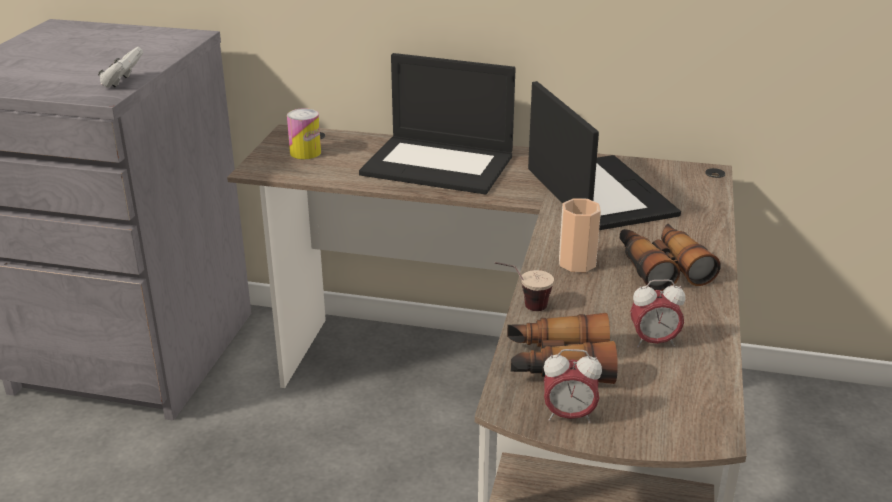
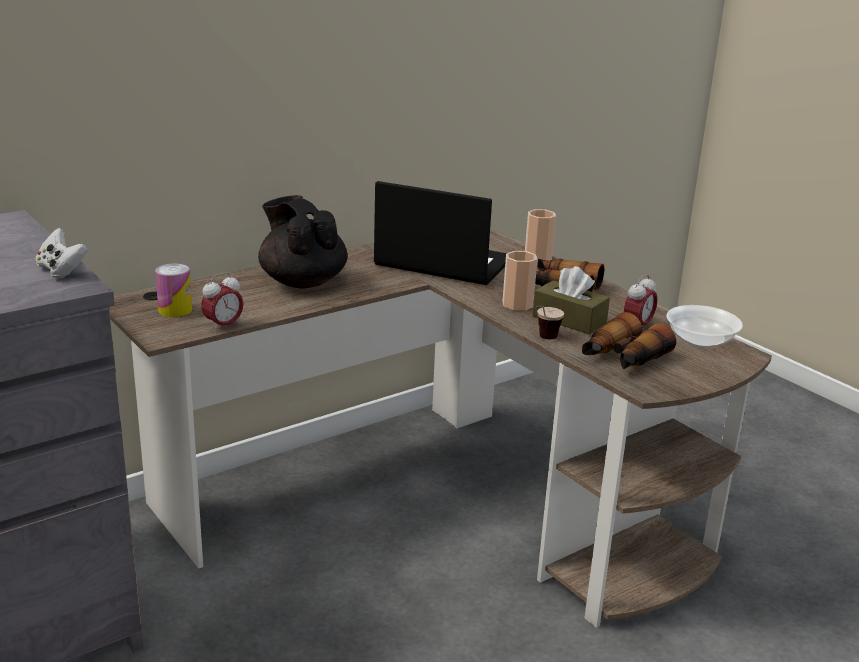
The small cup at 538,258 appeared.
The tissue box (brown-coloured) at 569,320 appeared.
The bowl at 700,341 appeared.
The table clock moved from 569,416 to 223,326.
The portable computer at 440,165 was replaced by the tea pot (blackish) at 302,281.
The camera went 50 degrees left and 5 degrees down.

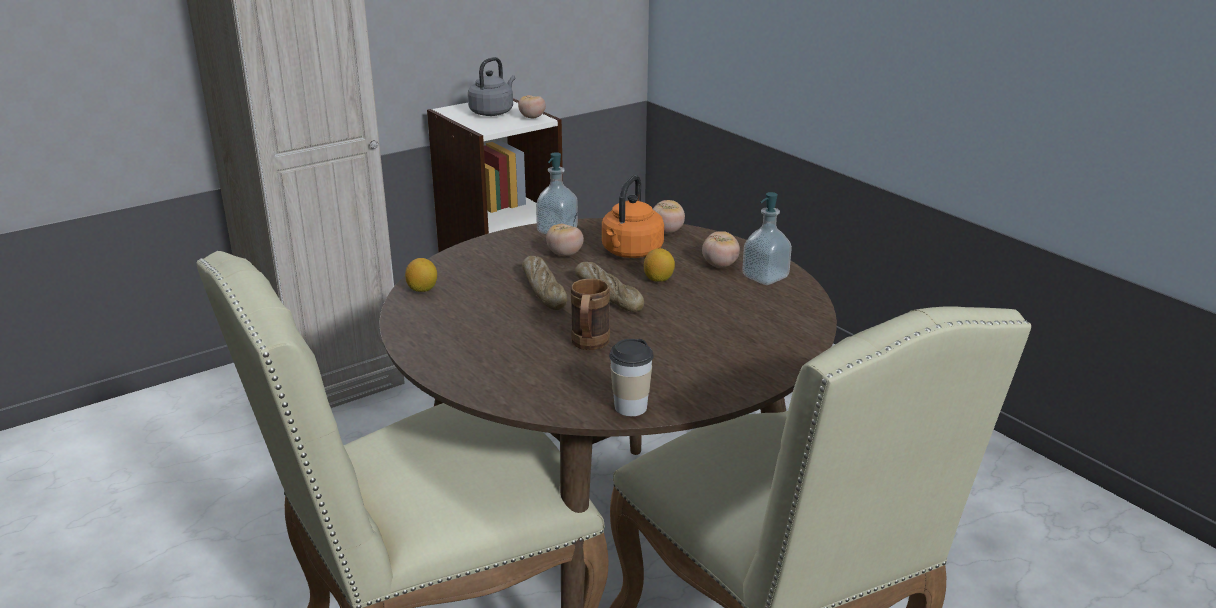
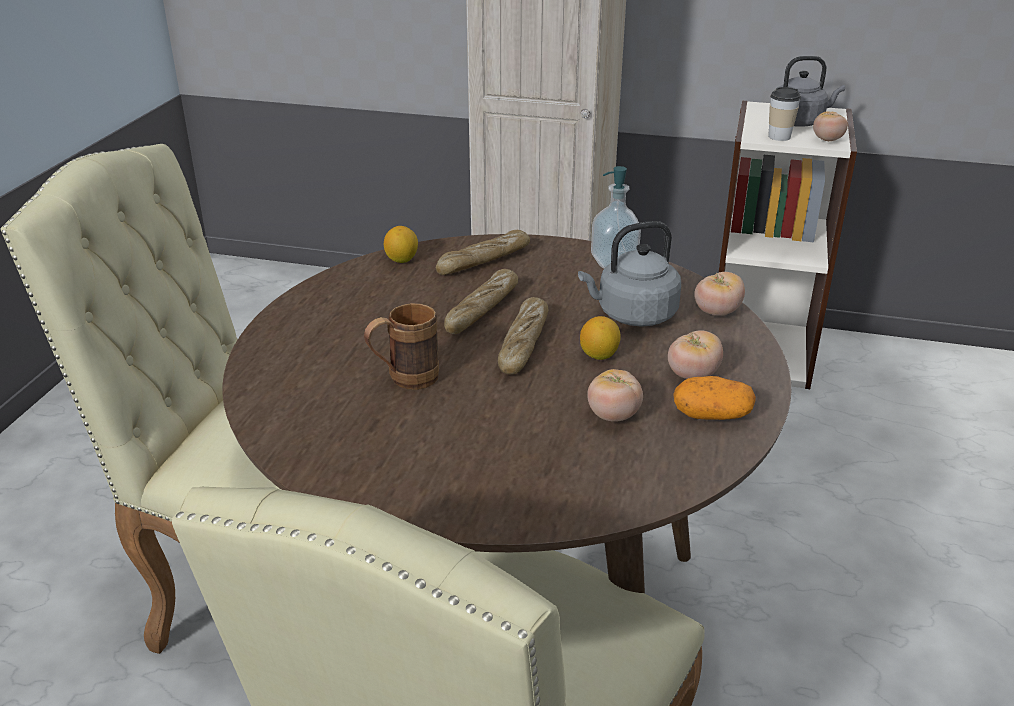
The bread at 484,261 appeared.
The fresh tomato moved from 565,254 to 613,415.
The small cup moved from 630,407 to 779,137.
The liquid soap bottle at 765,277 was replaced by the whole potato at 711,415.
The tea kettle (orange) at 630,252 became the tea kettle (gray) at 632,315.
The camera went 50 degrees right and 5 degrees up.

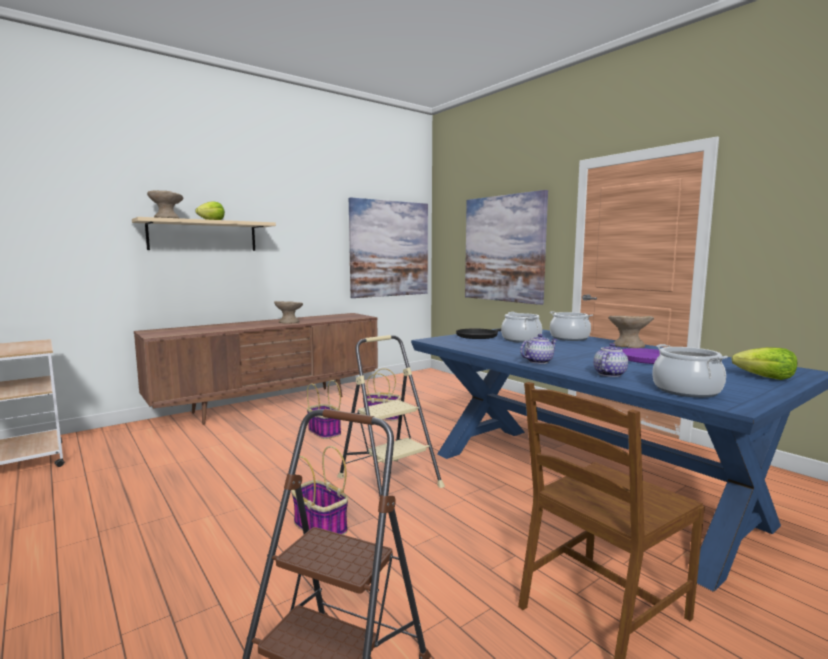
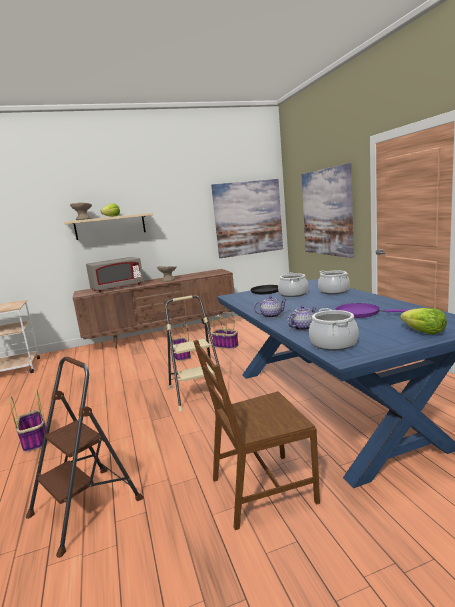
The bowl (beige-coloured) at 628,345 disappeared.
The microwave (gray) at 117,287 appeared.
The household basket moved from 319,526 to 34,440.
The camera went 20 degrees right and 5 degrees up.

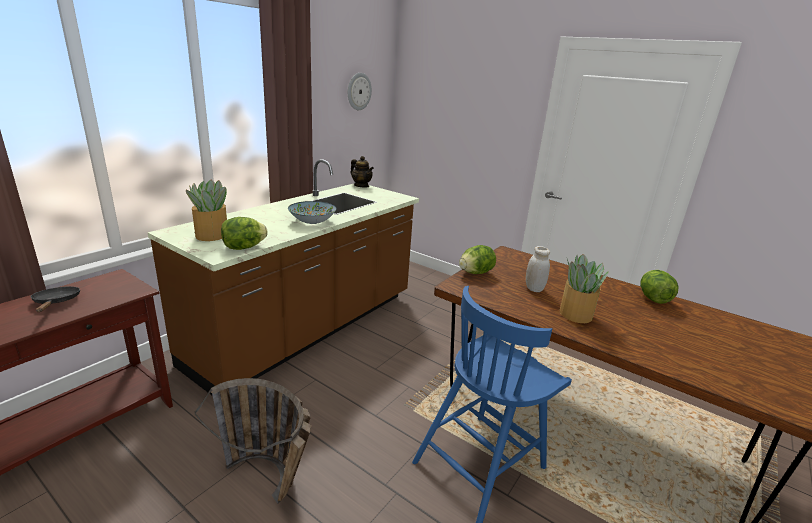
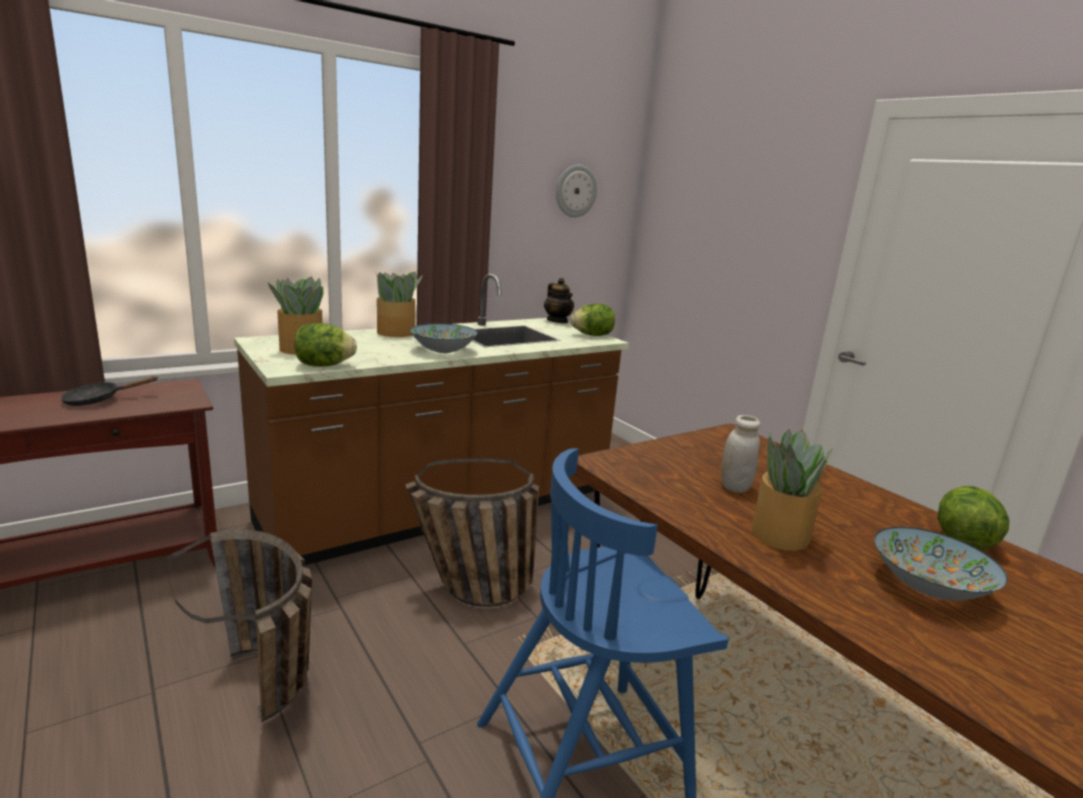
The plant in a pot at 397,333 appeared.
The household basket at 469,591 appeared.
The bowl at 927,586 appeared.
The lettuce head moved from 475,273 to 592,335.
The skillet (blackish) at 56,302 turned 120 degrees counterclockwise.
The camera went 20 degrees right and 5 degrees down.

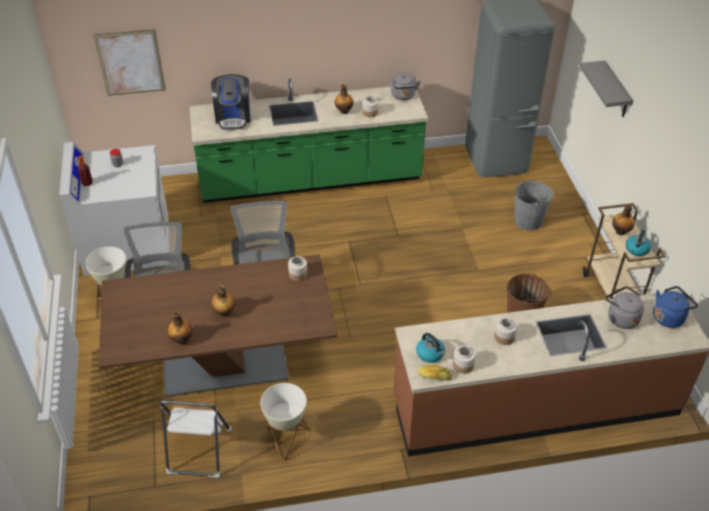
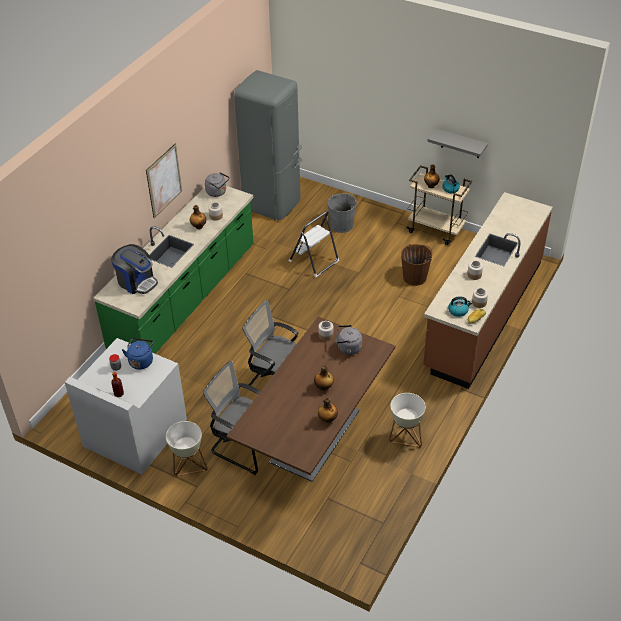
The wall art moved from 130,63 to 164,180.
The step stool (whitish) moved from 198,452 to 315,261.
The wall shelf (gray) moved from 616,91 to 460,144.
The tea kettle (gray) moved from 620,318 to 347,348.
The tea kettle (blue) moved from 669,317 to 141,361.
The camera went 50 degrees left and 0 degrees up.

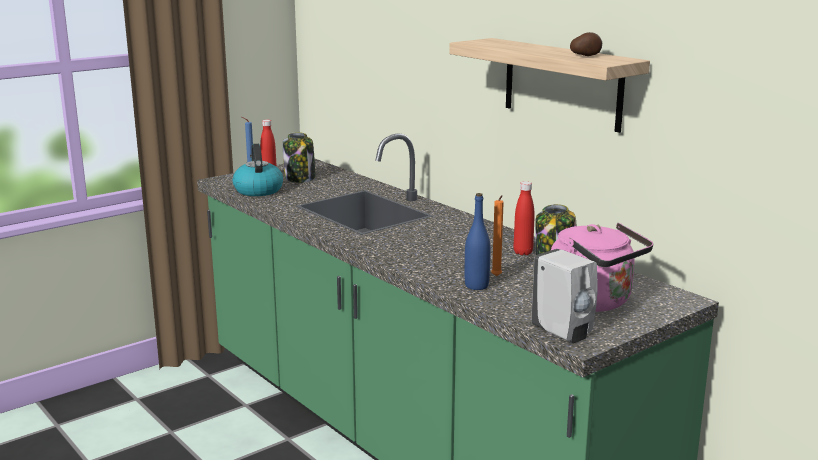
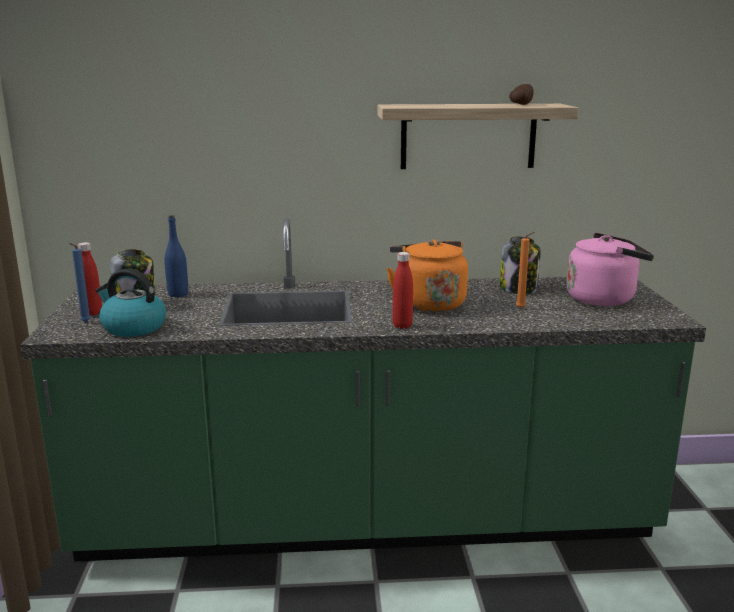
The liquid soap bottle (whitish) at 563,333 disappeared.
The tea kettle (orange) at 428,303 appeared.
The drink bottle (blue) moved from 476,286 to 178,294.
The drink bottle (red-coloured) moved from 523,252 to 402,326.
The camera went 55 degrees left and 0 degrees up.

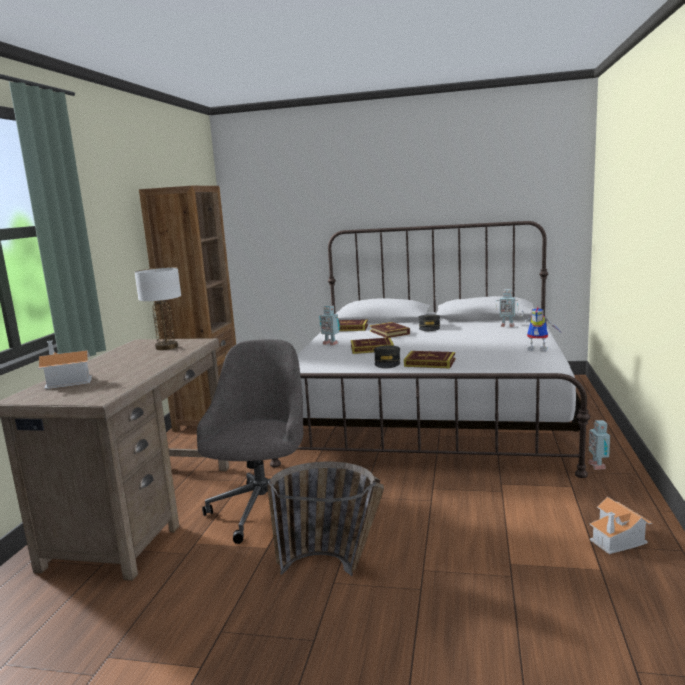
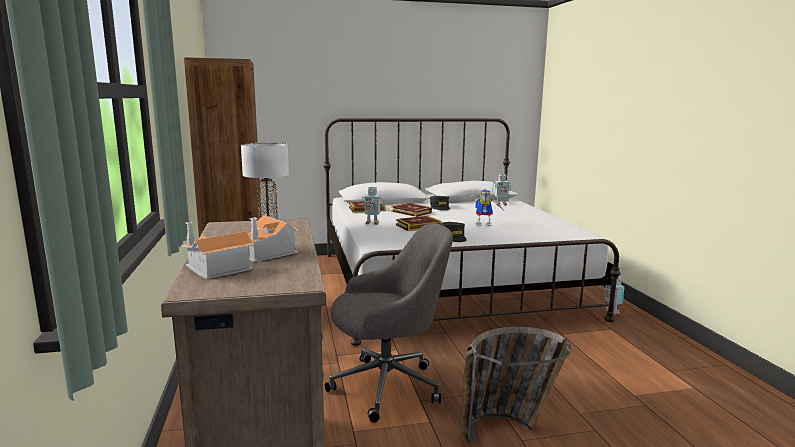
The bound book at 430,363 disappeared.
The robot figure moved from 539,349 to 484,224.
The model house moved from 617,539 to 269,253.
The office chair (gray) at 263,509 turned 90 degrees clockwise.
The camera went 25 degrees left and 0 degrees up.

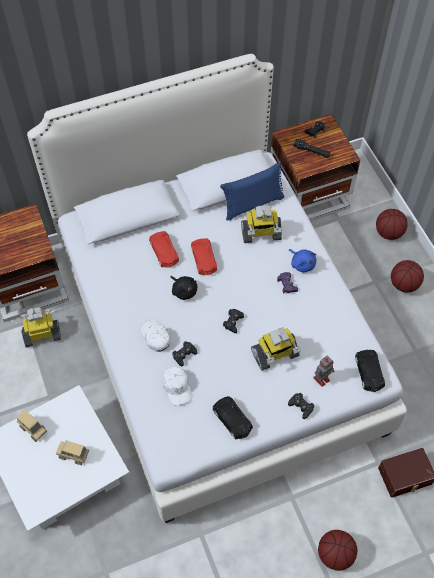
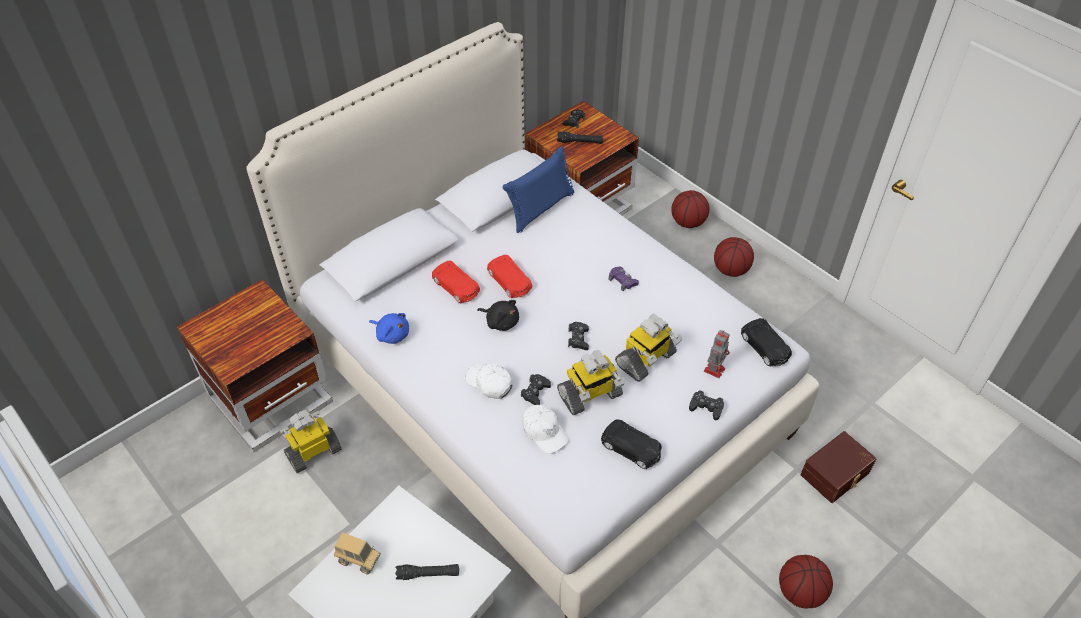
The robot figure moved from 260,234 to 590,395.
The cuddly toy (blue) moved from 302,264 to 392,334.
The model truck at 73,455 was replaced by the torch (blackish) at 428,574.
The camera went 20 degrees left and 10 degrees down.

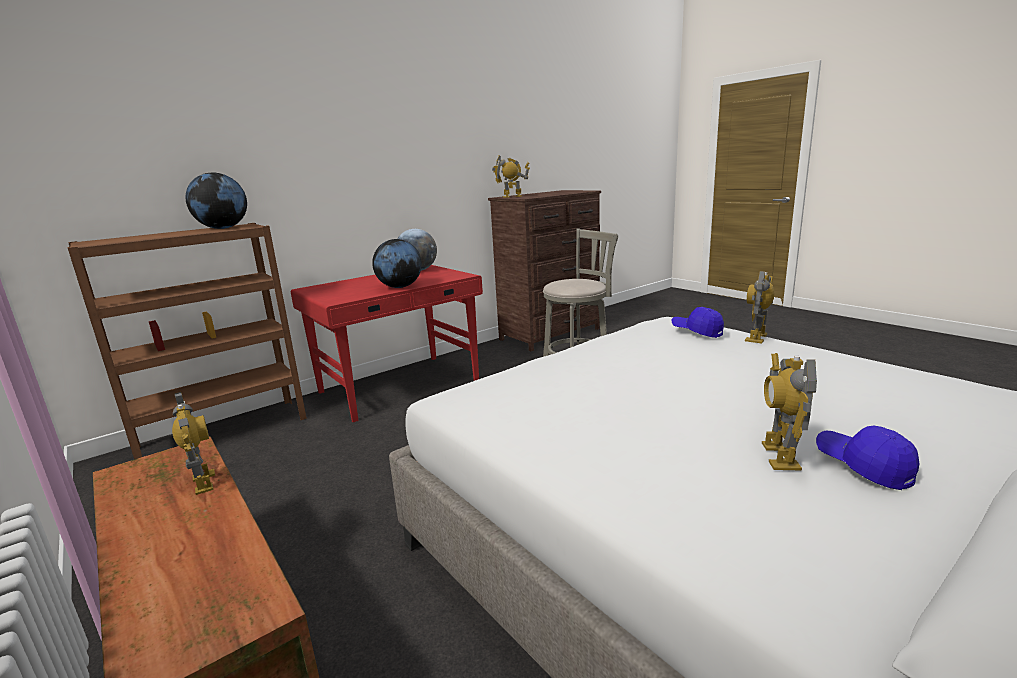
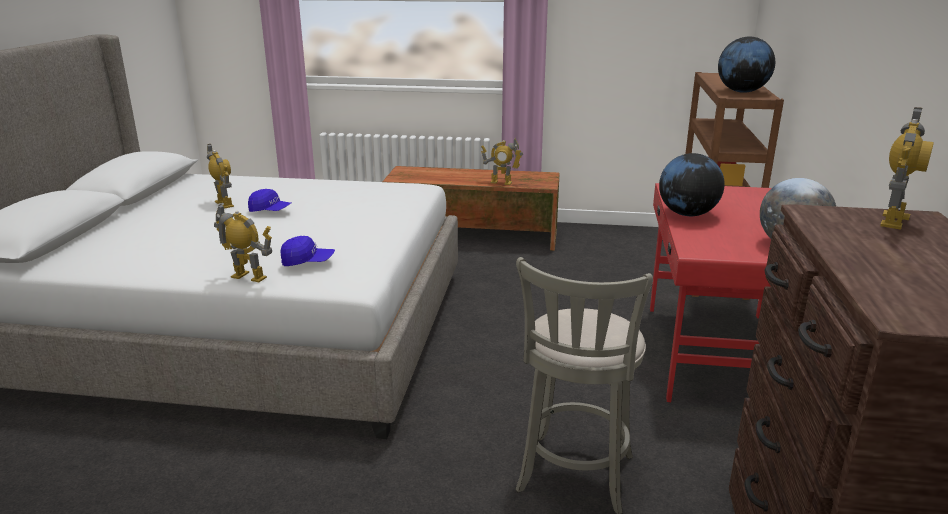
The baseball cap (blue) moved from 863,467 to 270,211.
The robot figure at 757,337 turned 60 degrees counterclockwise.
The camera went 135 degrees right and 5 degrees up.

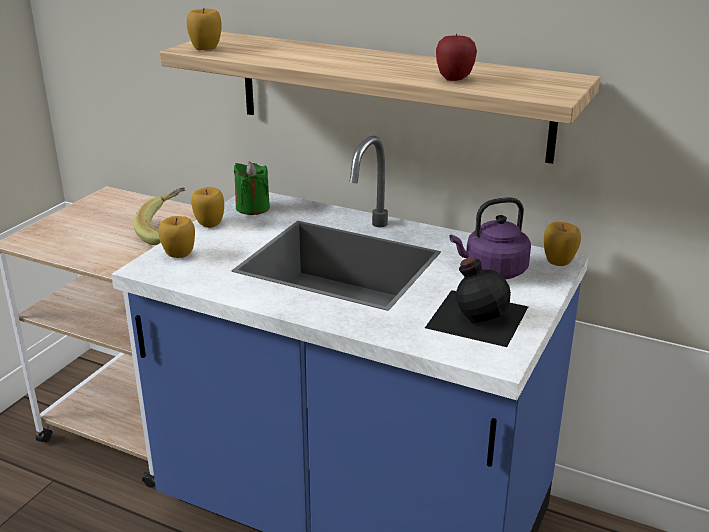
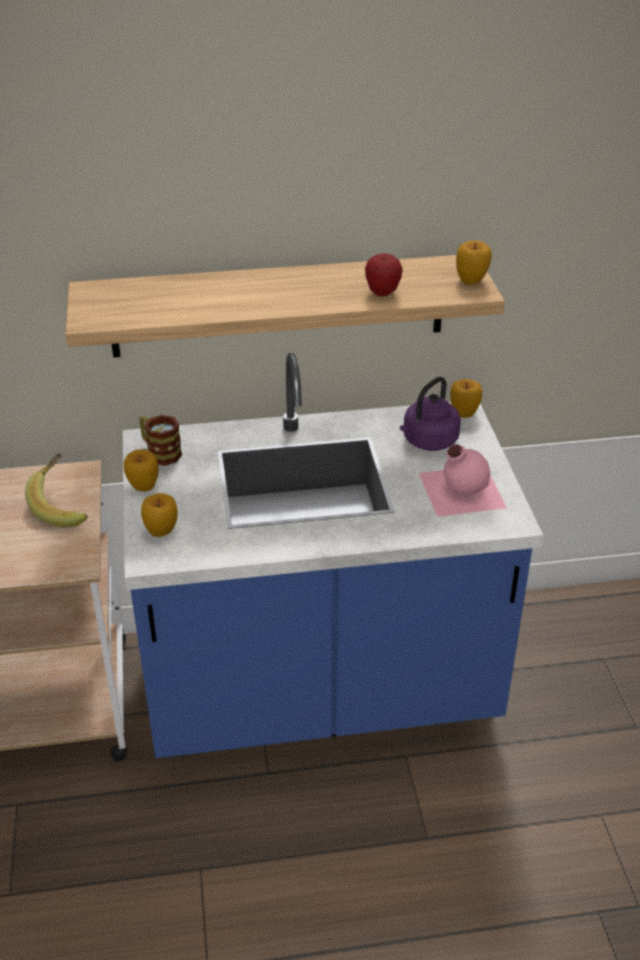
The apple moved from 206,49 to 471,281.
The wax candle (greenish) at 252,208 was replaced by the coffee mug at 159,452.
The drink bottle (blackish) at 476,316 became the drink bottle (pinkish) at 460,489.
The camera went 35 degrees left and 10 degrees up.

